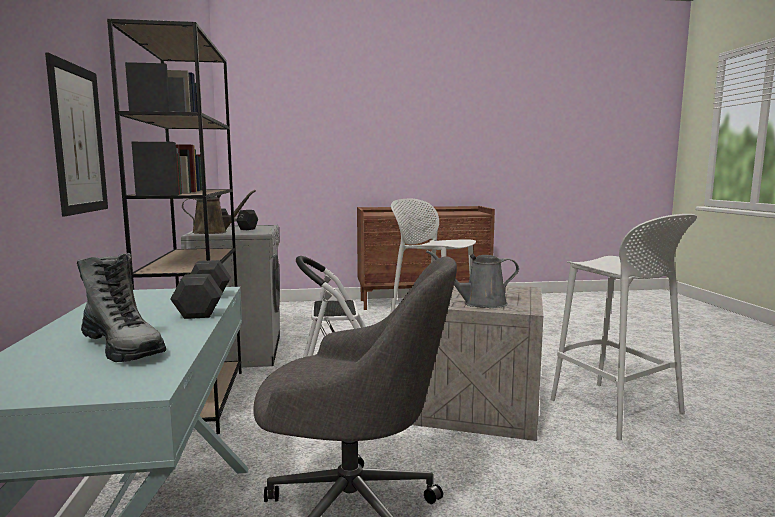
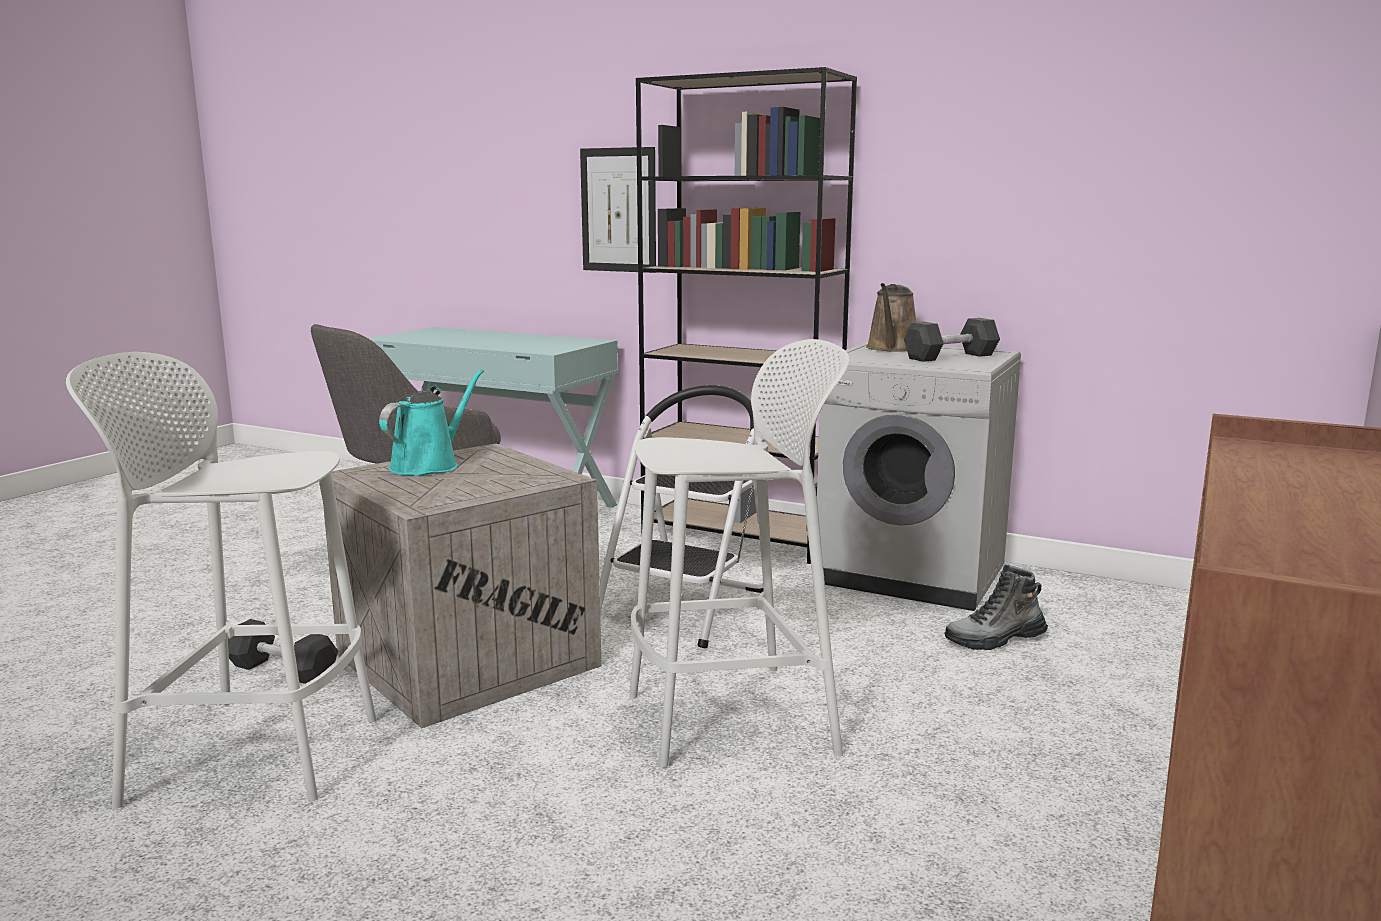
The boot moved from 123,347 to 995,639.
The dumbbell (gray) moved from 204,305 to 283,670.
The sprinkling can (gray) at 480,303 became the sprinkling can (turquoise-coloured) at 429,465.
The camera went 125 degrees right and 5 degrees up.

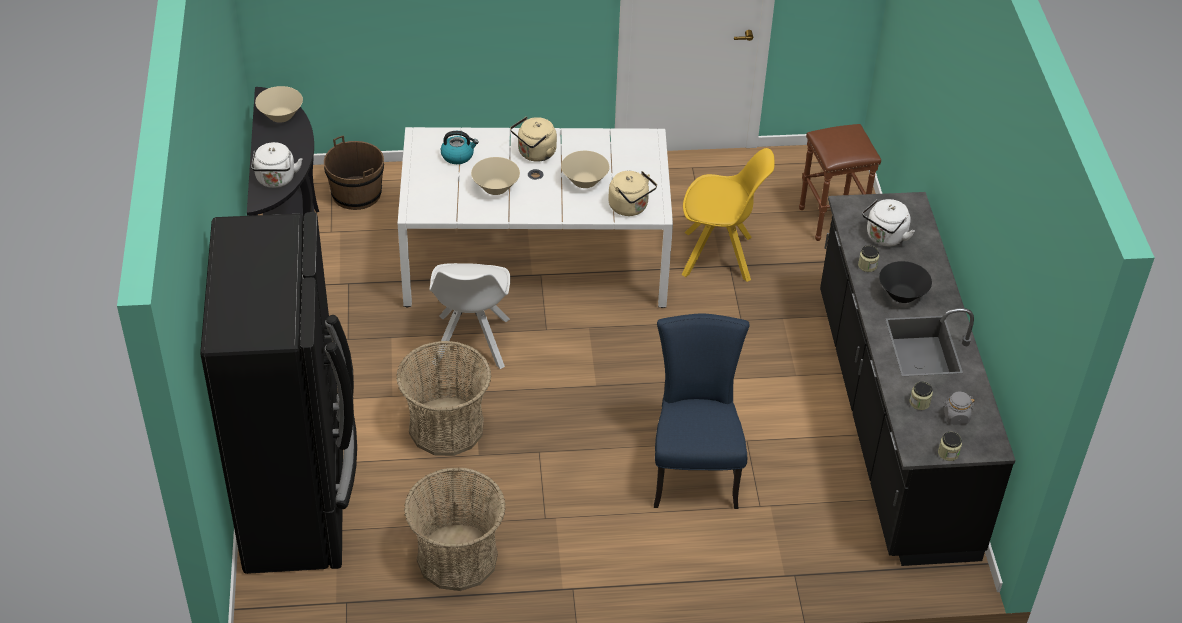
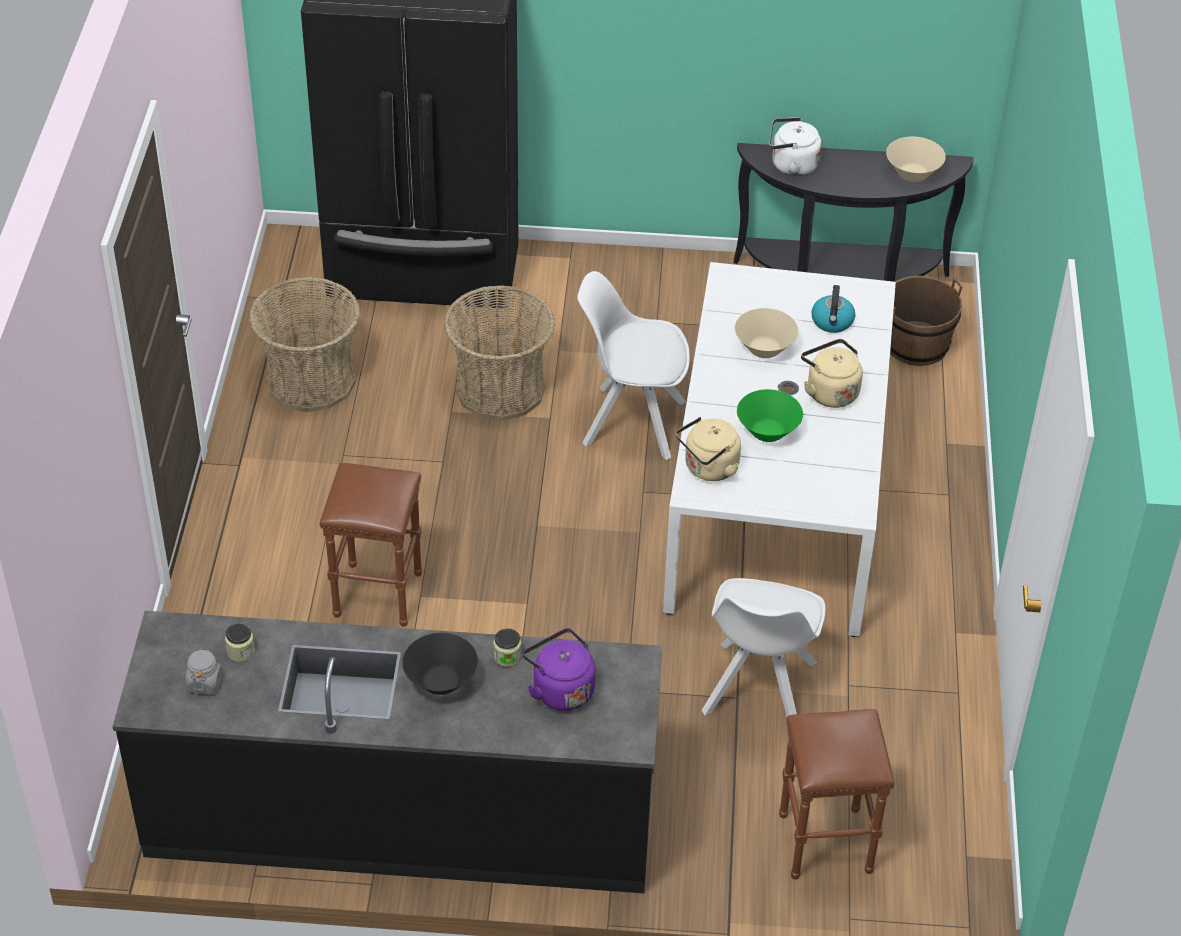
The storage jar at 948,453 disappeared.
The chair (blue) at 693,468 was replaced by the stool (brown-coloured) at 379,595.
The bowl (beige-coloured) at 584,181 became the bowl (greenish) at 768,432.
The chair (yellow) at 719,256 became the chair (whitish) at 758,689.
The tea kettle (whitish) at 884,238 became the tea kettle (purplish) at 560,689.
The camera went 100 degrees right and 0 degrees up.

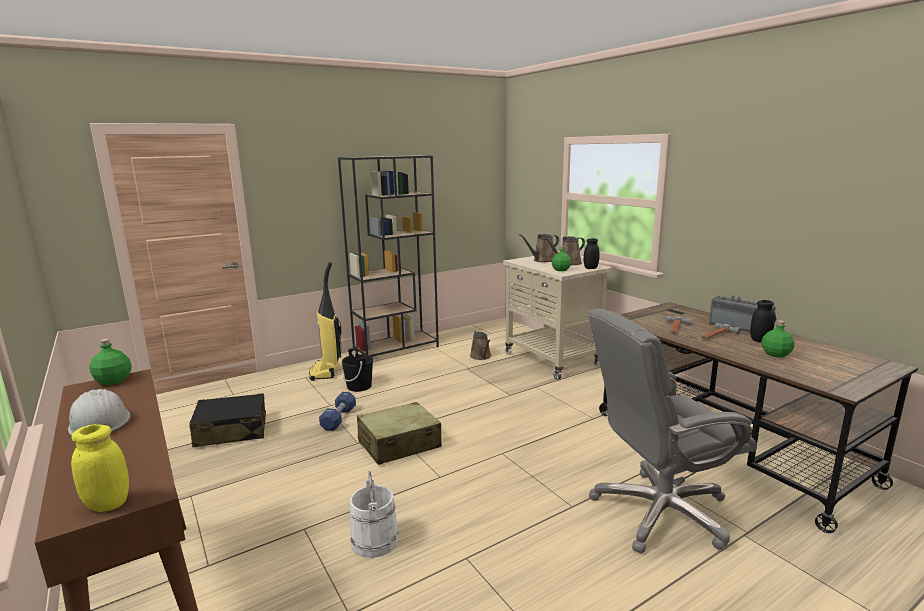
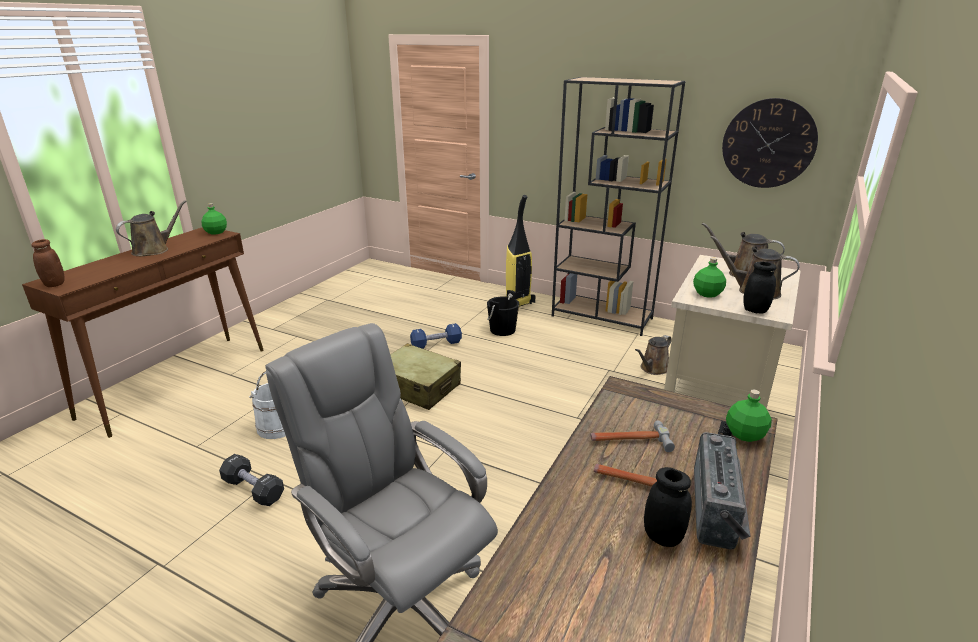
The piece of luggage (blackish) at 231,431 disappeared.
The dumbbell (blackish) at 253,489 appeared.
The clock on the wall at 768,144 appeared.
The drink bottle (greenish) moved from 775,354 to 745,434.
The safety helmet (whitish) at 99,422 was replaced by the sprinkling can (brown-coloured) at 154,250.
The storage jar (yellow) at 108,504 became the storage jar (brown-coloured) at 54,284.
The camera went 60 degrees right and 10 degrees up.

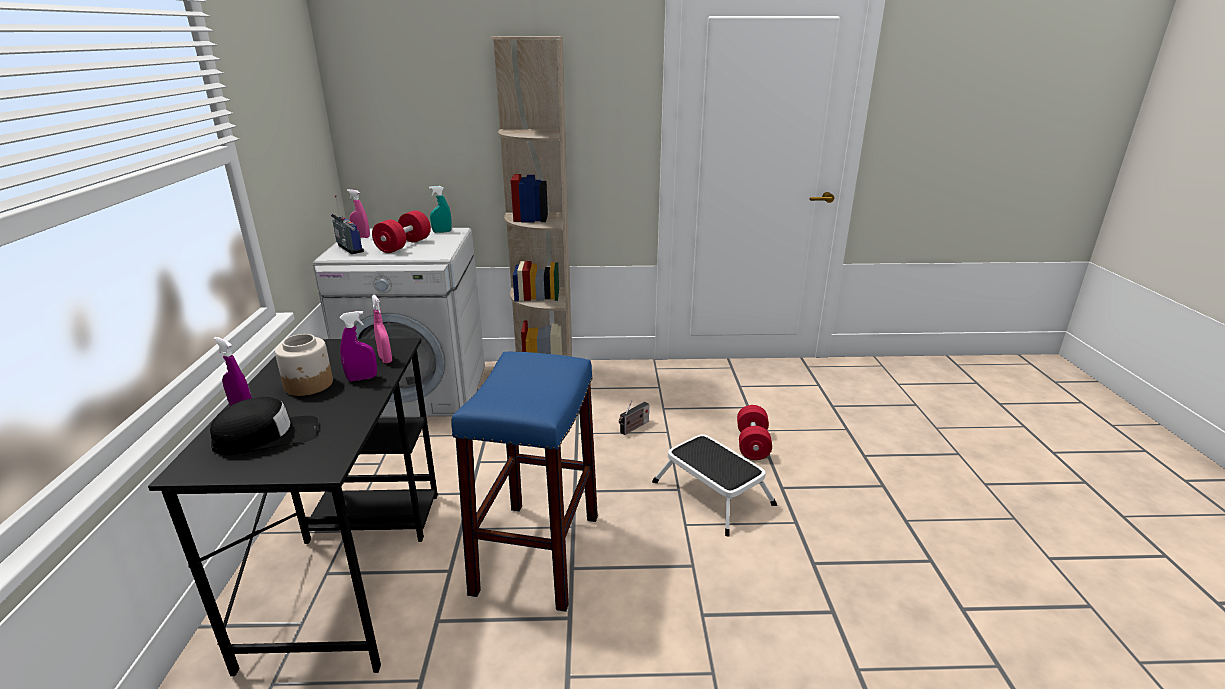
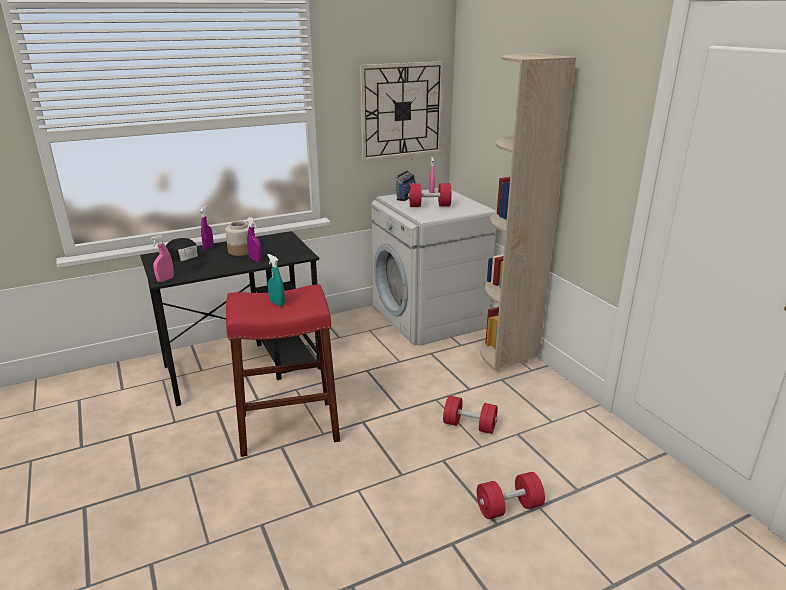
The step stool (blackish) at 713,493 disappeared.
The clock on the wall at 401,111 appeared.
The sprayer (pinkish) moved from 385,359 to 165,279.
The sprayer (turquoise-coloured) moved from 442,232 to 277,303.
The radio at 633,428 was replaced by the dumbbell (red-coloured) at 469,425.
The stool (blue) at 537,554 became the stool (red-coloured) at 288,427.
The camera went 65 degrees right and 0 degrees up.

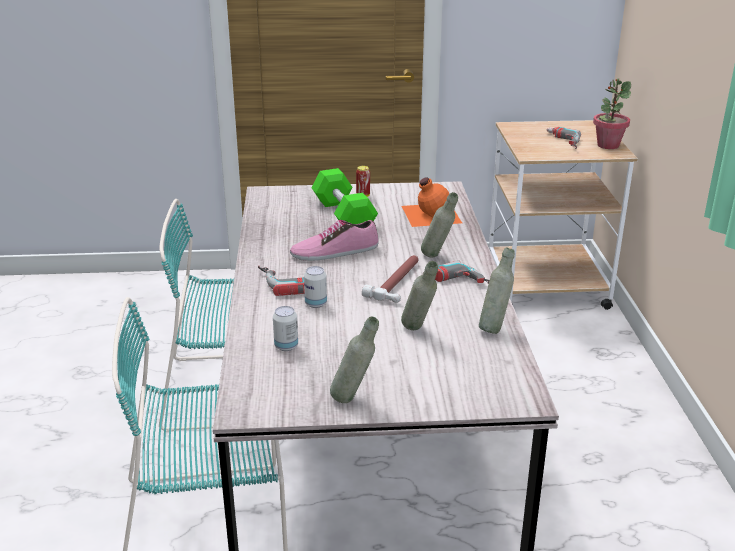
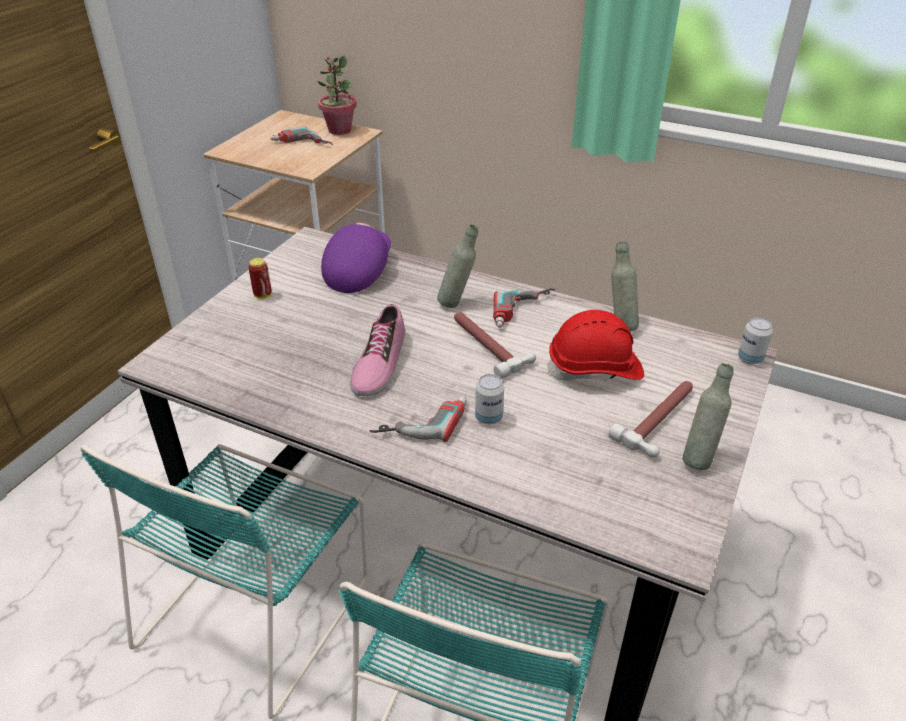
The dumbbell (greenish) at 343,215 disappeared.
The tool hammer at 661,419 appeared.
The can moved from 286,346 to 750,358.
The drink bottle (gray) at 418,331 was replaced by the safety helmet (red-coloured) at 595,369.
The drink bottle (orange) at 430,214 was replaced by the baseball cap (purplish) at 358,271.
The camera went 60 degrees left and 10 degrees up.

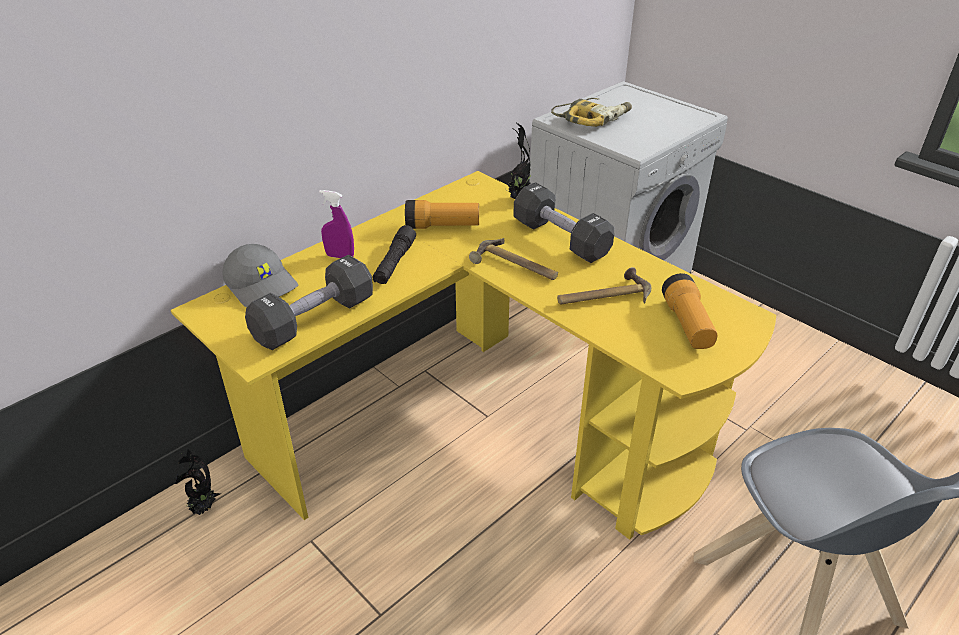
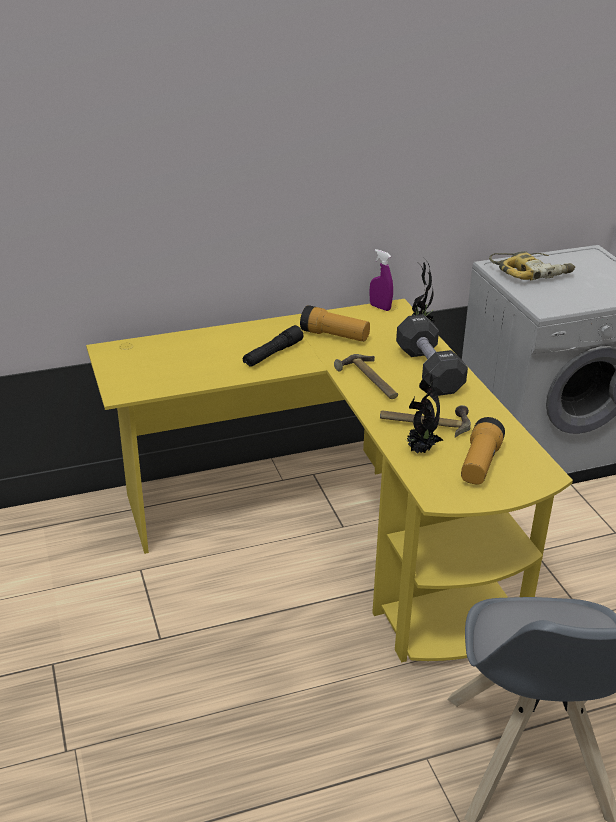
The baseball cap (gray) at 262,285 disappeared.
The dumbbell (blackish) at 314,319 disappeared.
The plant in a pot moved from 204,508 to 420,450.
The sprayer (purplish) moved from 340,256 to 380,307.
The camera went 25 degrees right and 5 degrees down.

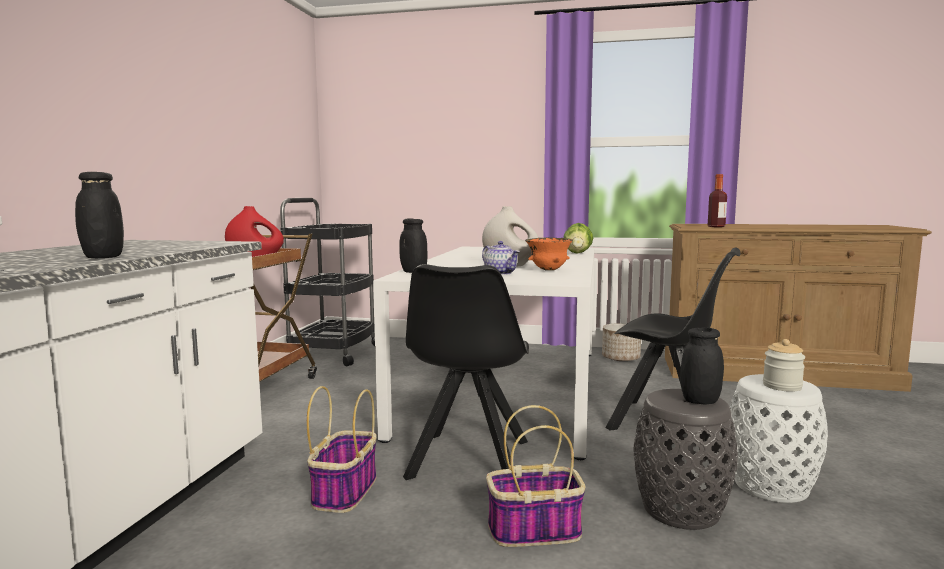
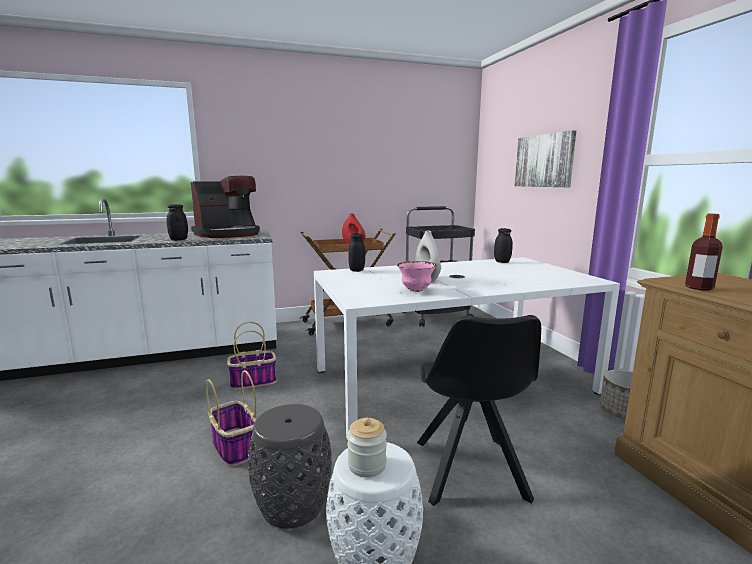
The chair (blackish) at 468,461 disappeared.
The tea pot at 501,273 disappeared.
The lettuce head at 577,253 disappeared.
The coffee brewer at 228,234 appeared.
The wall art at 544,161 appeared.
The storage jar (blackish) moved from 700,401 to 502,262.
The bowl (orange) at 548,270 became the bowl (pinkish) at 416,290.
The camera went 60 degrees right and 5 degrees up.

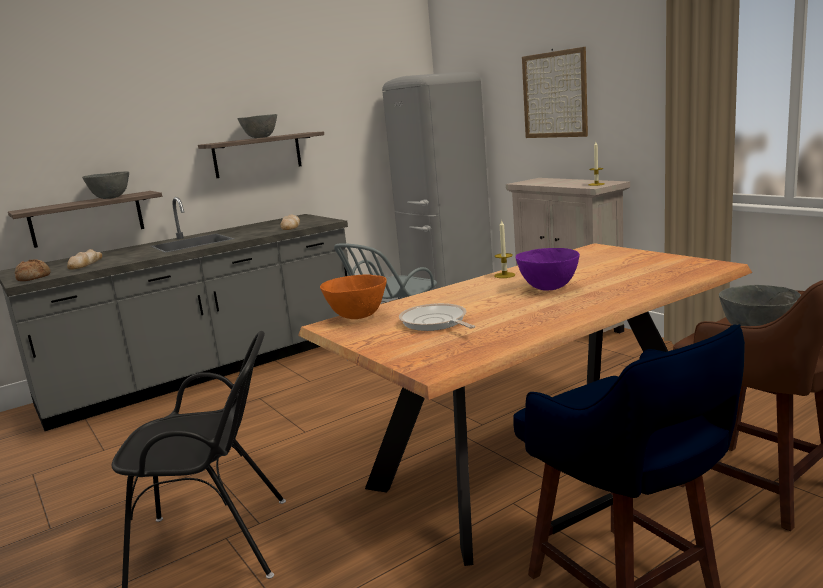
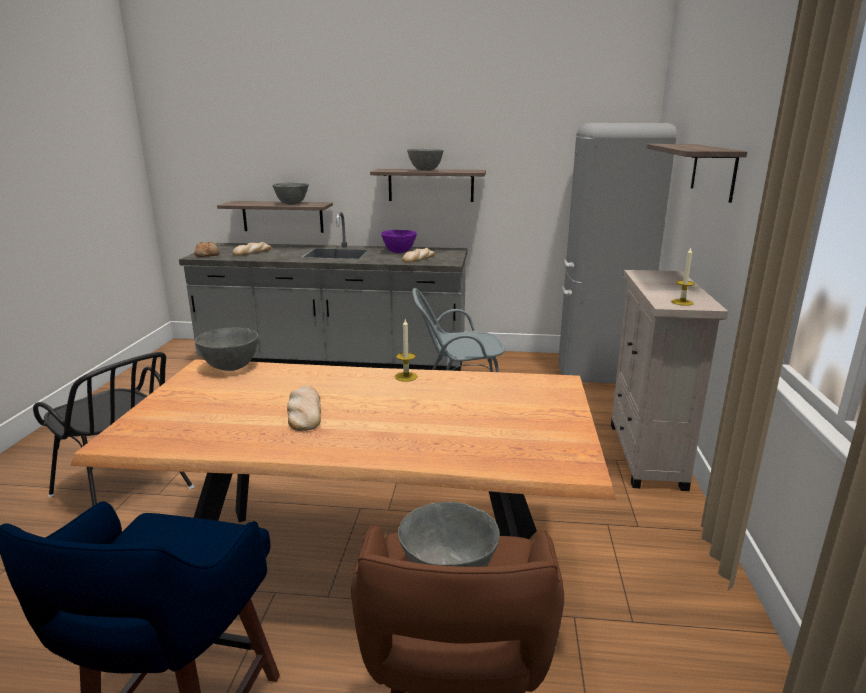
The skillet at 435,323 disappeared.
The bread at 304,412 appeared.
The bowl (purplish) moved from 548,288 to 399,252.
The wall art at 554,93 was replaced by the wall shelf at 713,171.
The bowl (orange) at 358,316 became the bowl (gray) at 231,367.
The camera went 40 degrees right and 5 degrees up.

